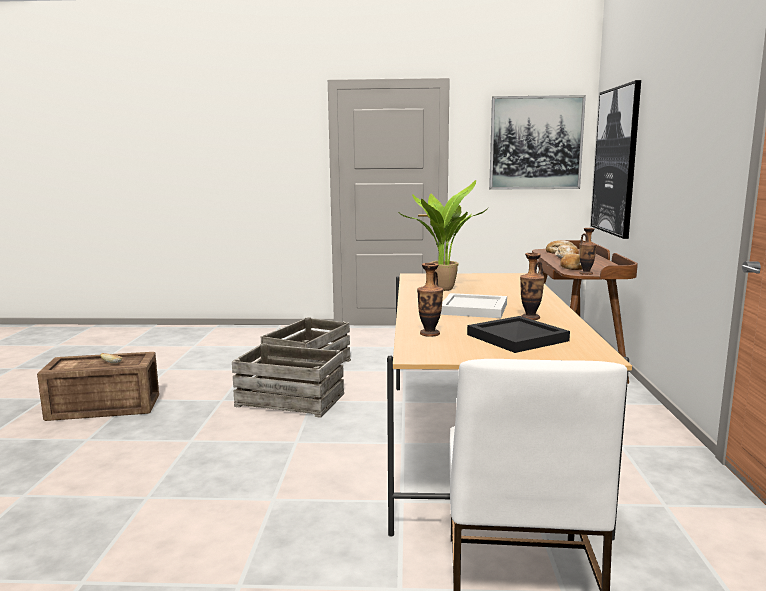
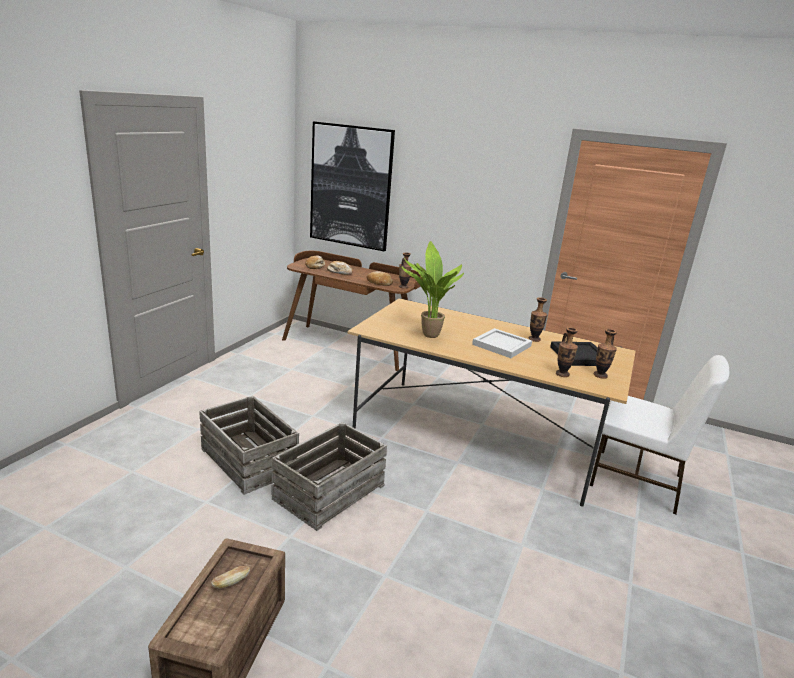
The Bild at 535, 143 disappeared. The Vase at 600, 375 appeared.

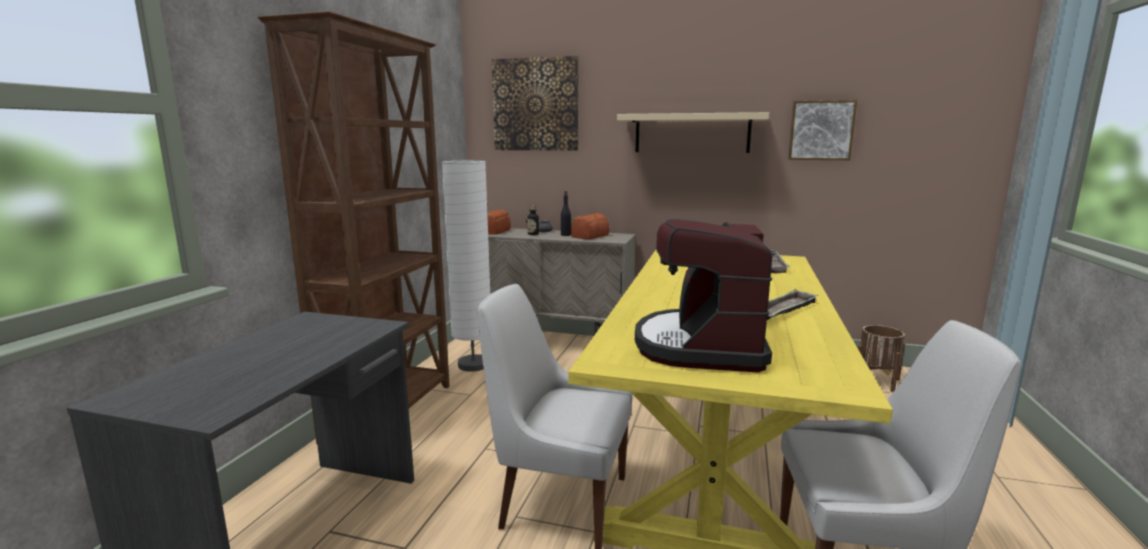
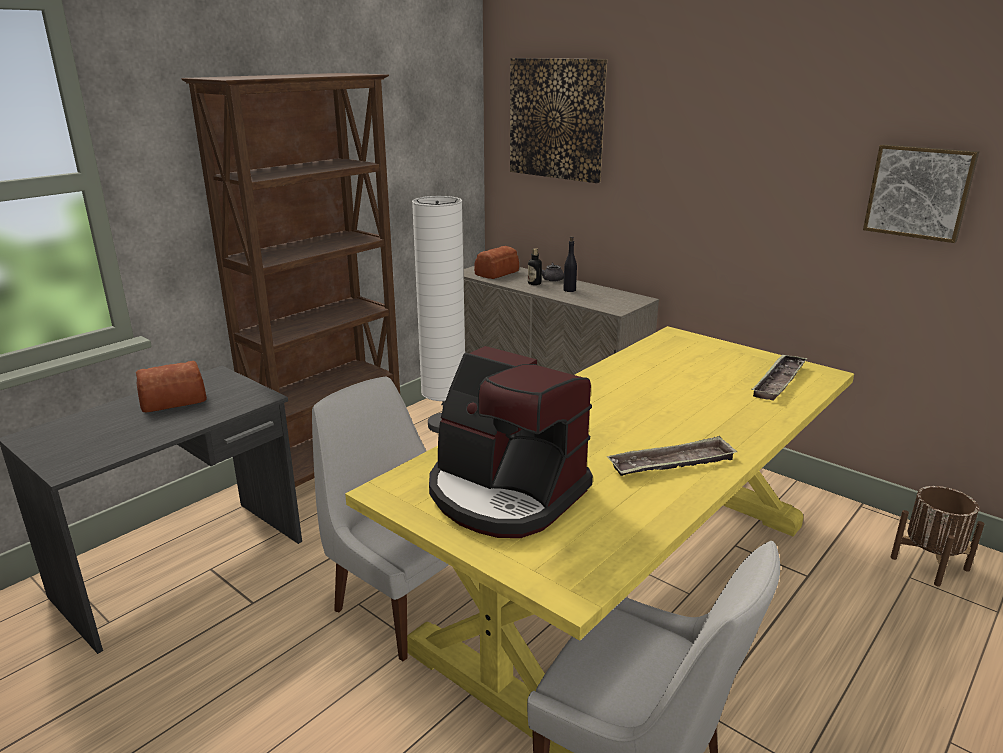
The Wandregal/beige at 692, 133 disappeared. The Brot moved from 589, 236 to 171, 400. The Kaffeemaschine at 701, 346 turned 90 degrees counterclockwise.

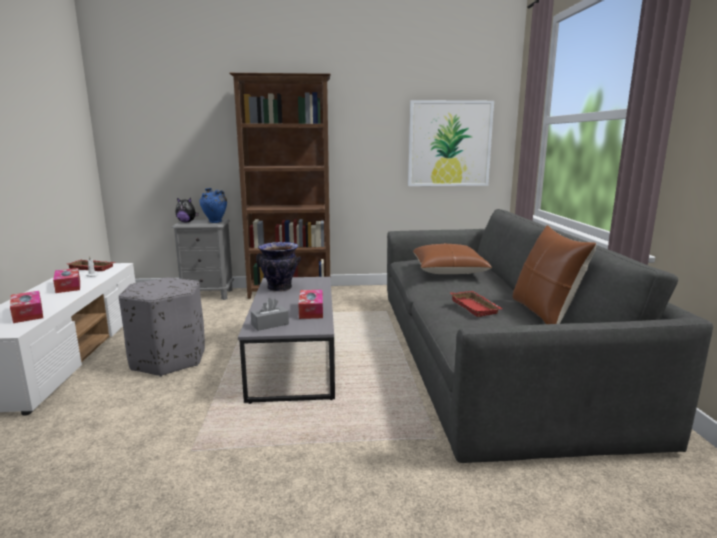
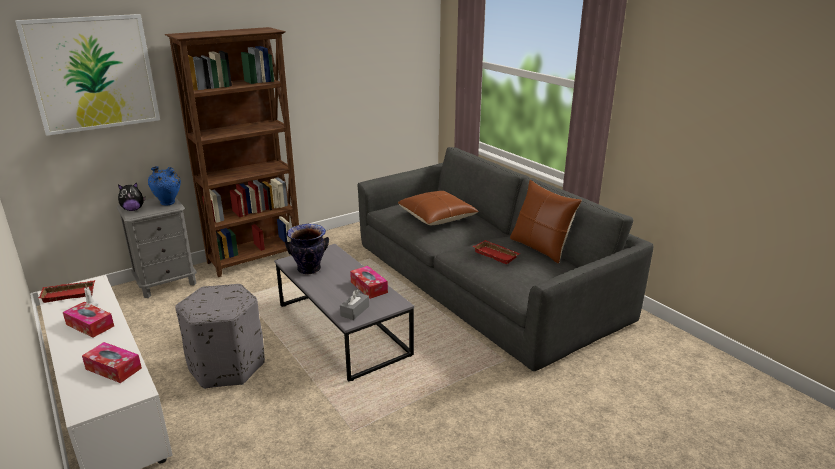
The Bild moved from 449, 144 to 93, 73.

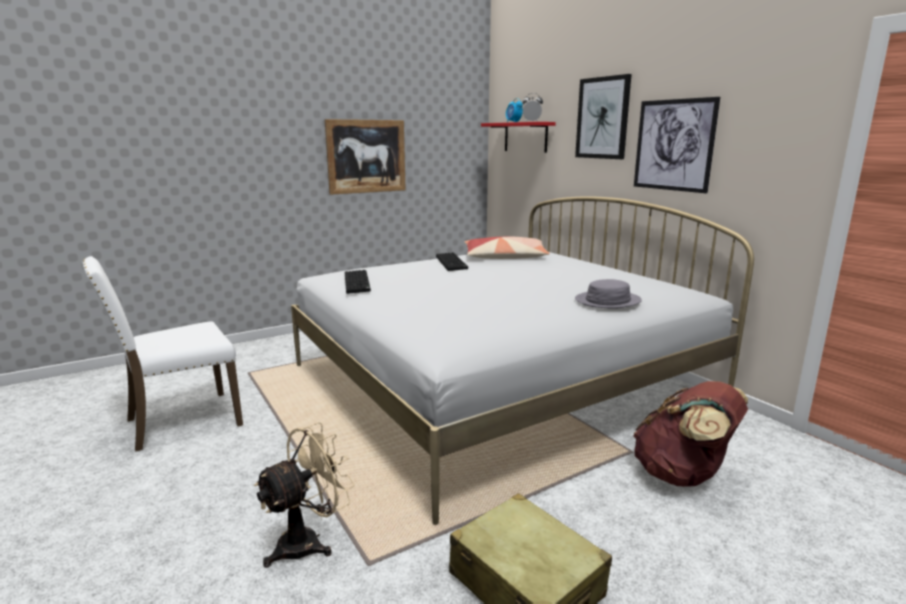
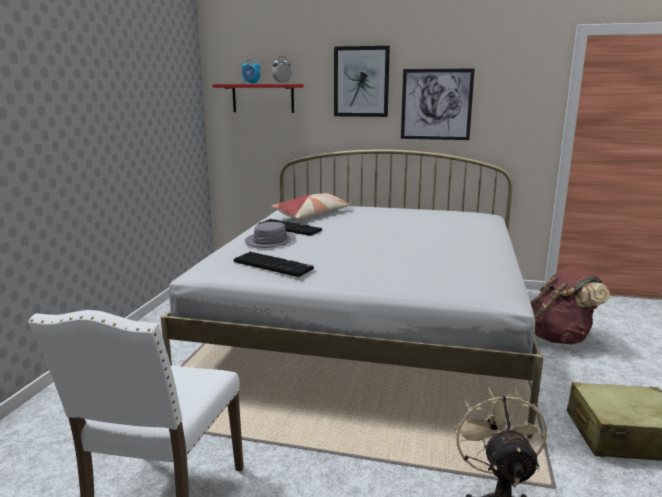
The Bild at 366, 156 disappeared. The Hut/grau moved from 608, 301 to 270, 240.

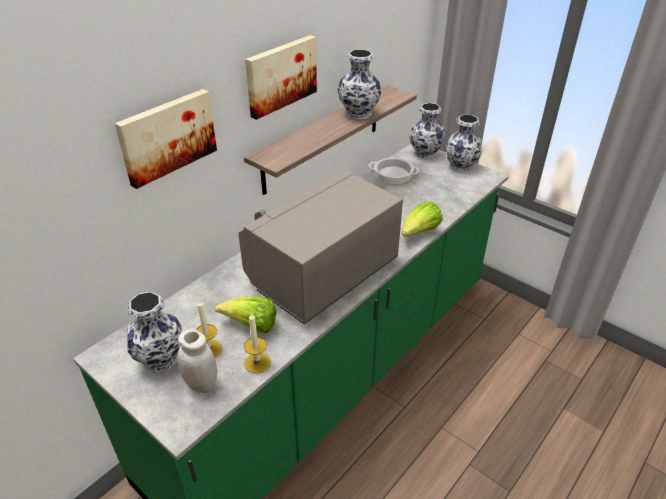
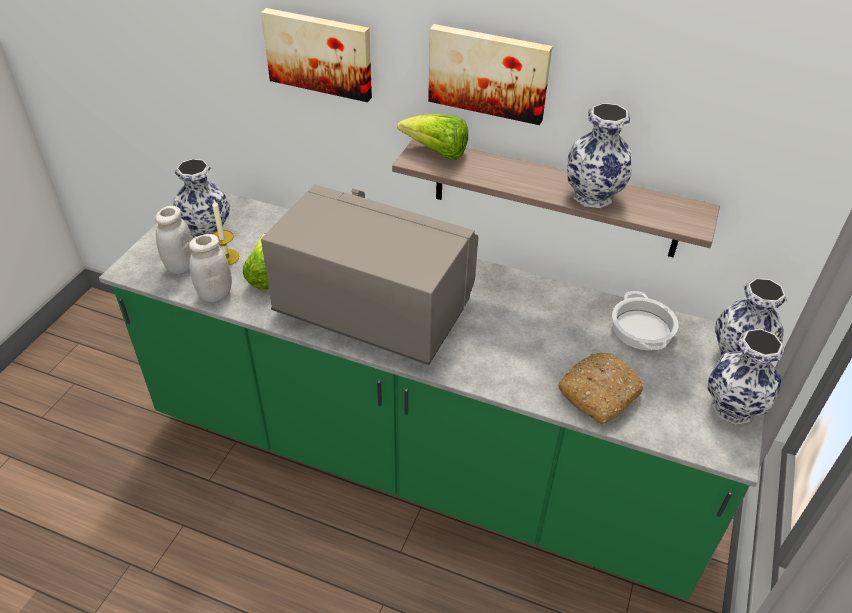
The Brot at 599, 393 appeared. The Salatkopf moved from 420, 232 to 437, 153. The Kerze at 257, 363 was replaced by the Vorratsglas/weiß at 215, 294.

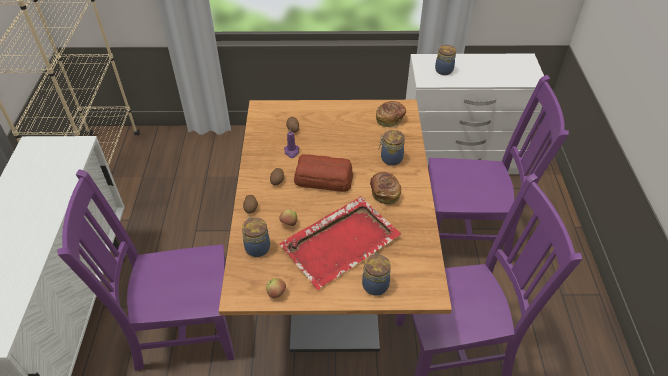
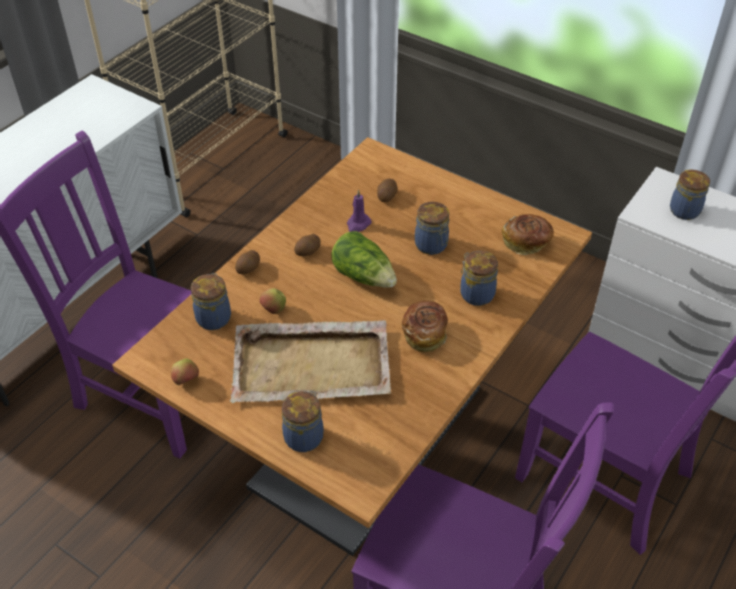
The Vorratsglas at 432, 246 appeared. The Brot at 322, 178 was replaced by the Salatkopf at 364, 276. The Tablett/rot at 341, 242 became the Tablett/beige at 313, 365.

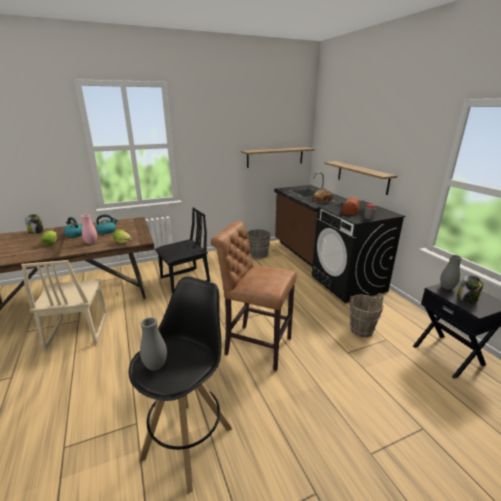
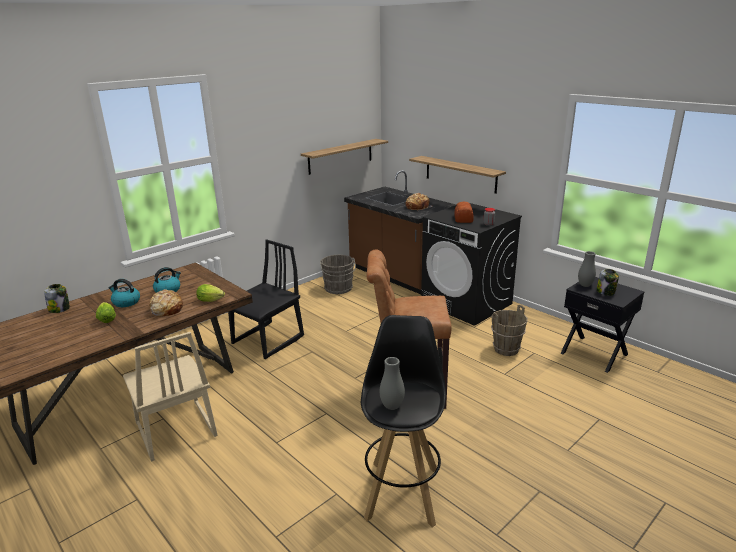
The Vase/rosa at 91, 243 was replaced by the Brot at 166, 309.

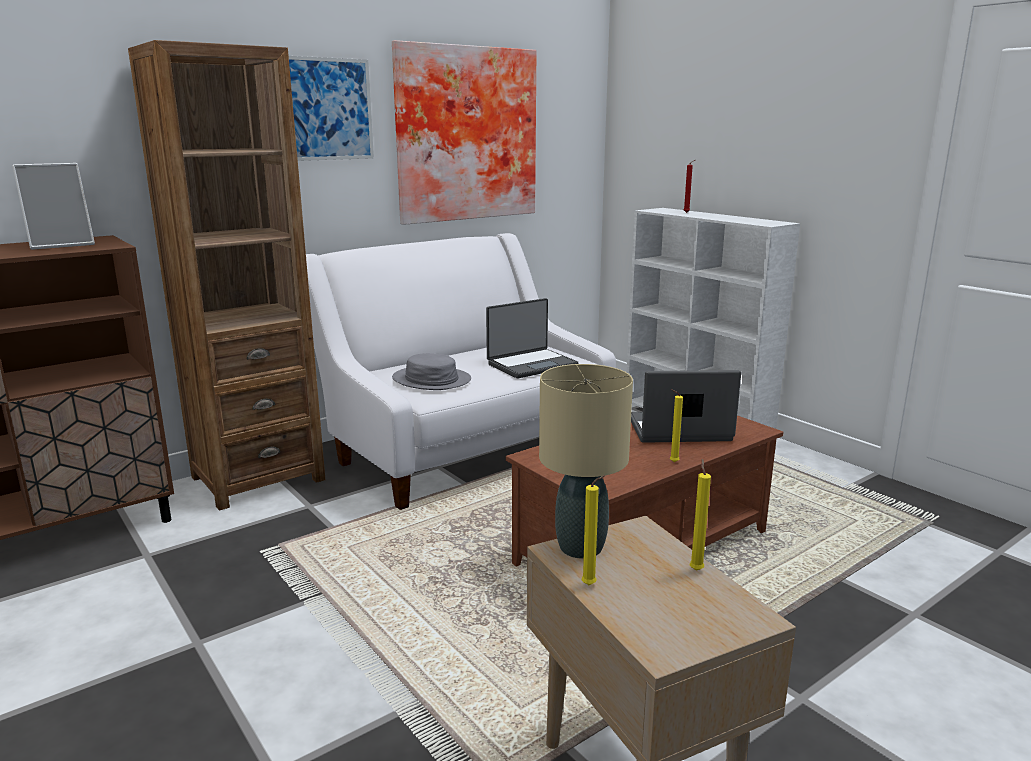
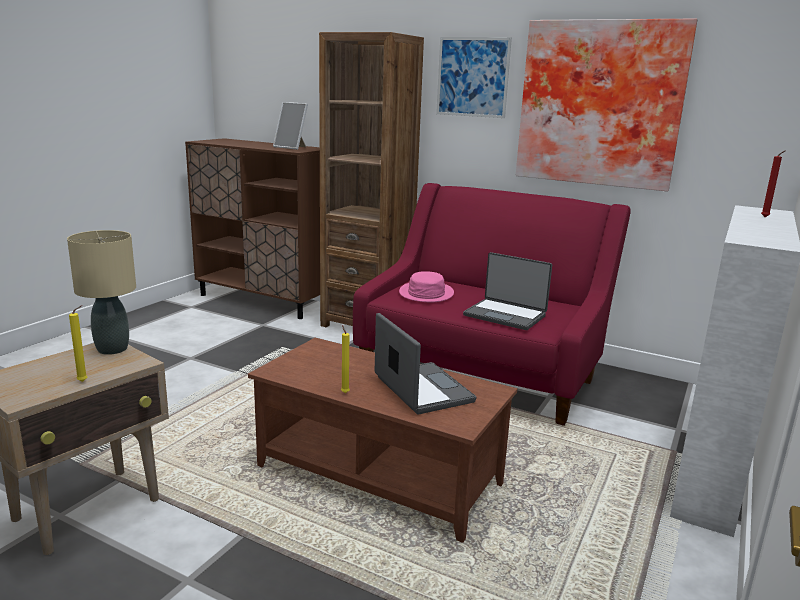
The Kerze/gelb at 591, 585 disappeared. The Sofa/weiß at 464, 448 became the Sofa/rot at 481, 371. The Hut/grau at 431, 380 became the Hut/rosa at 426, 293.

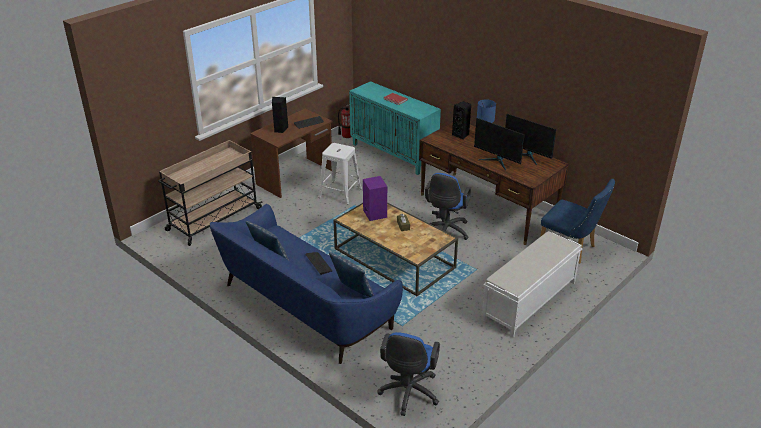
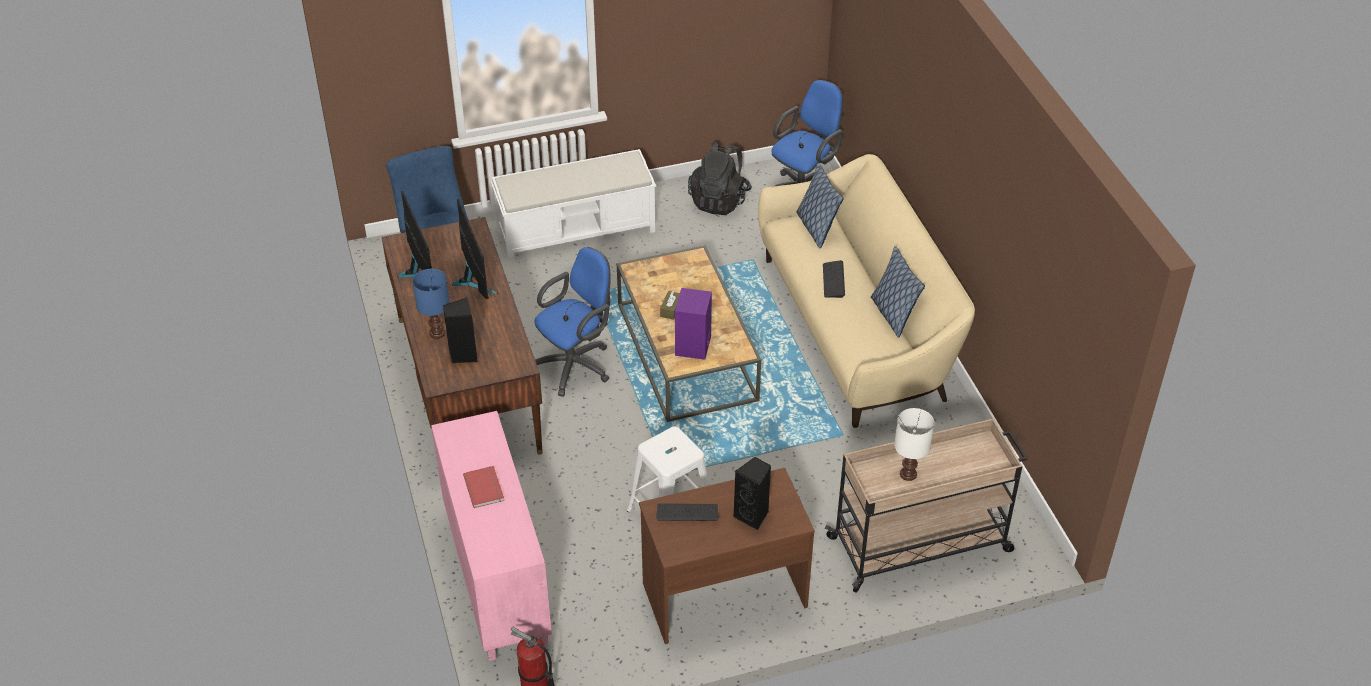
The Rucksack/schwarz at 719, 200 appeared. The Tischlampe/weiß at 908, 474 appeared. The Sofa/blau at 304, 306 became the Sofa/beige at 856, 329. The Schrank/türkis at 394, 154 became the Schrank/rosa at 495, 577.

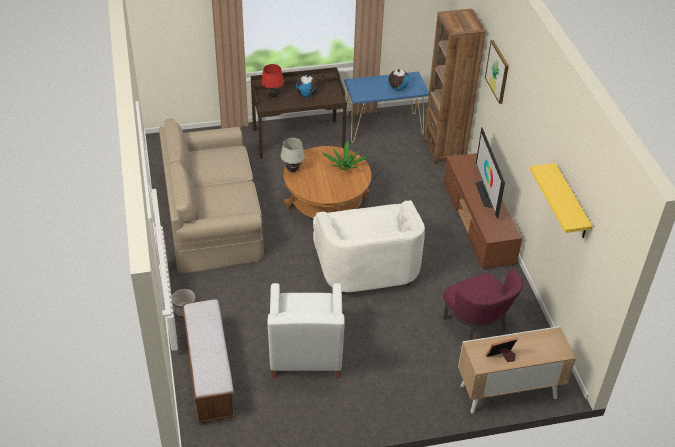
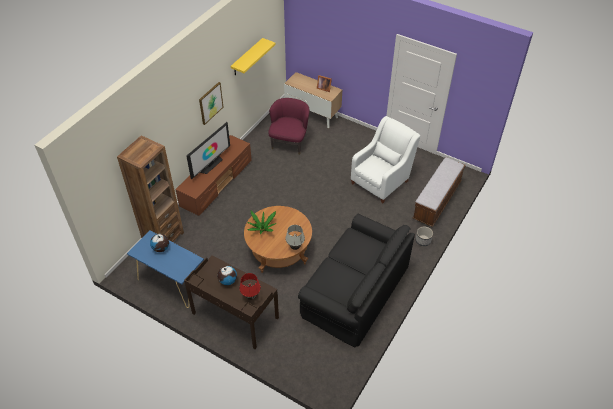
The Sessel/weiß at 367, 266 disappeared. The Bild moved from 497, 71 to 210, 103. The Sofa/beige at 213, 217 became the Sofa/schwarz at 354, 290.

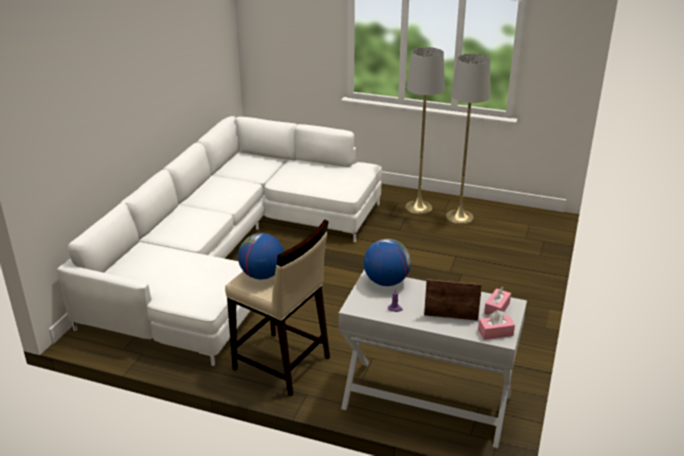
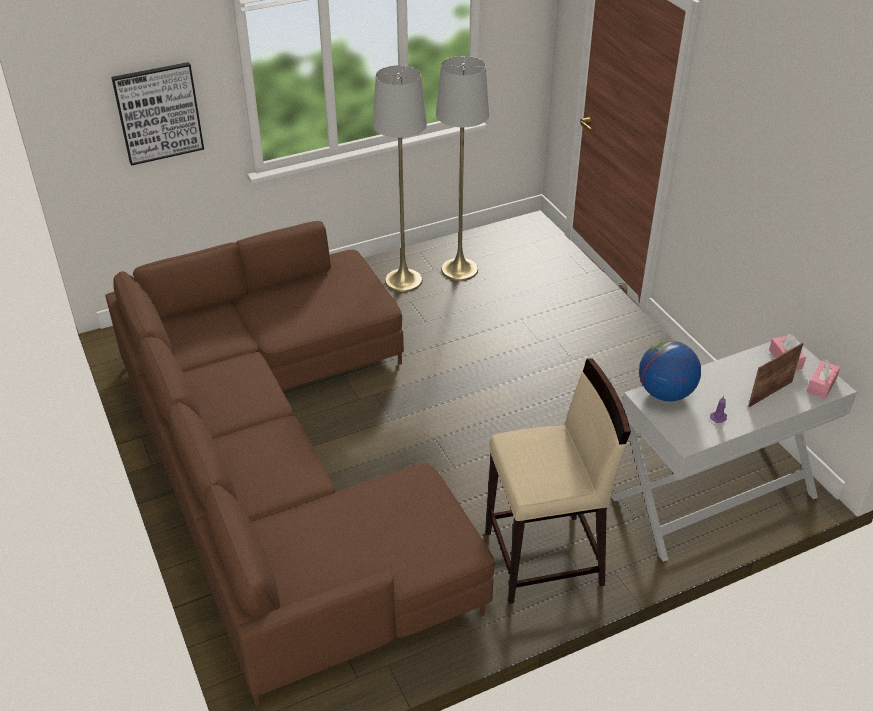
The Globus at 262, 275 disappeared. The Bild at 158, 113 appeared. The Sofa/weiß at 232, 250 became the Sofa/braun at 282, 462.

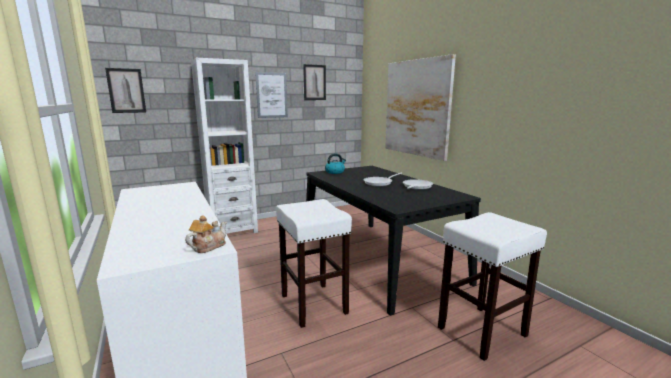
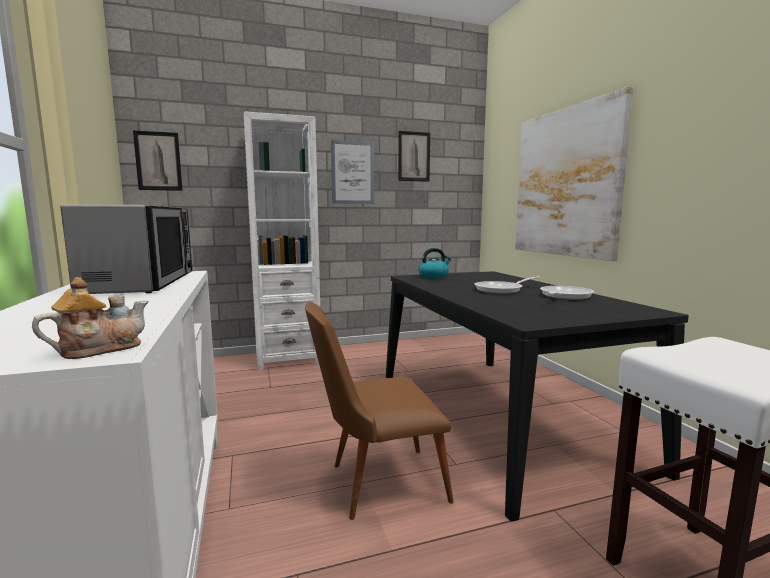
The Mikrowelle at 143, 283 appeared. The Hocker/weiß at 313, 303 was replaced by the Stuhl/braun at 376, 483.

